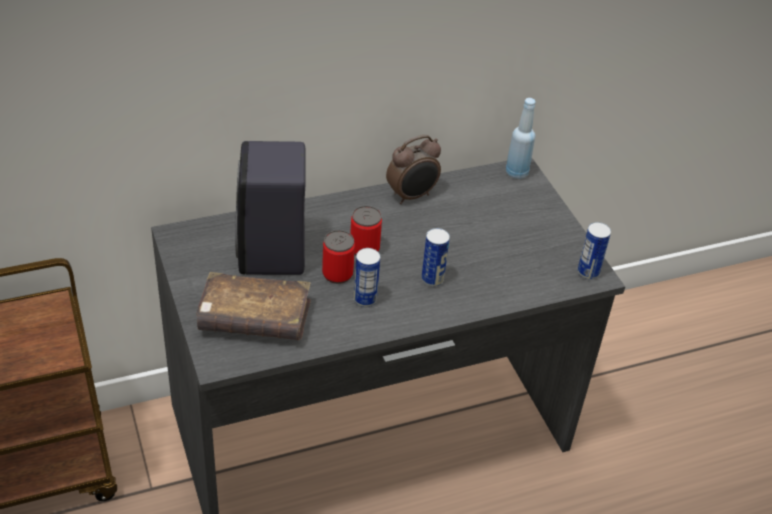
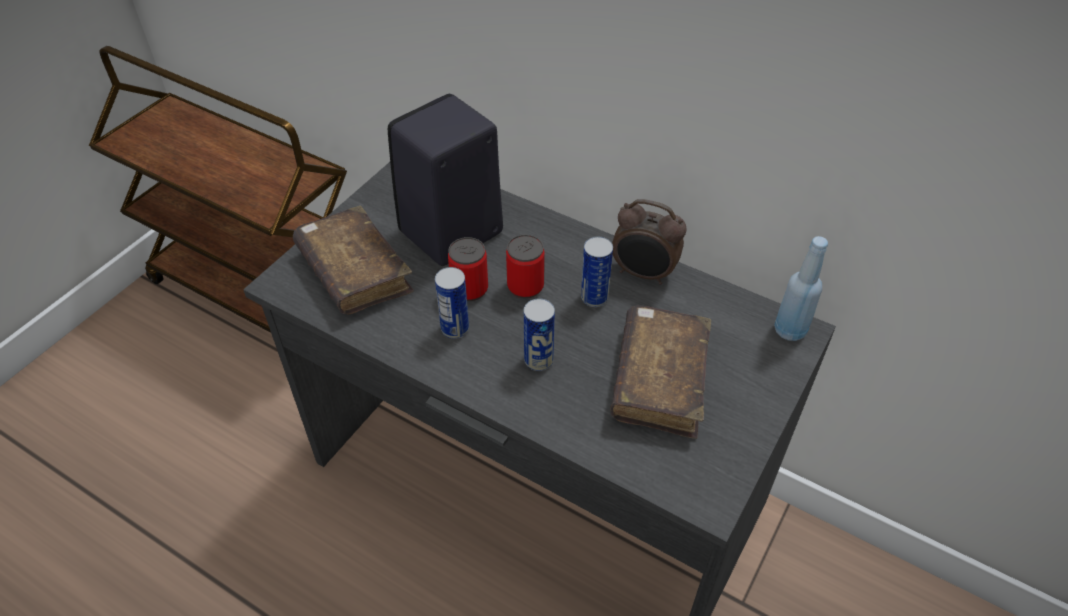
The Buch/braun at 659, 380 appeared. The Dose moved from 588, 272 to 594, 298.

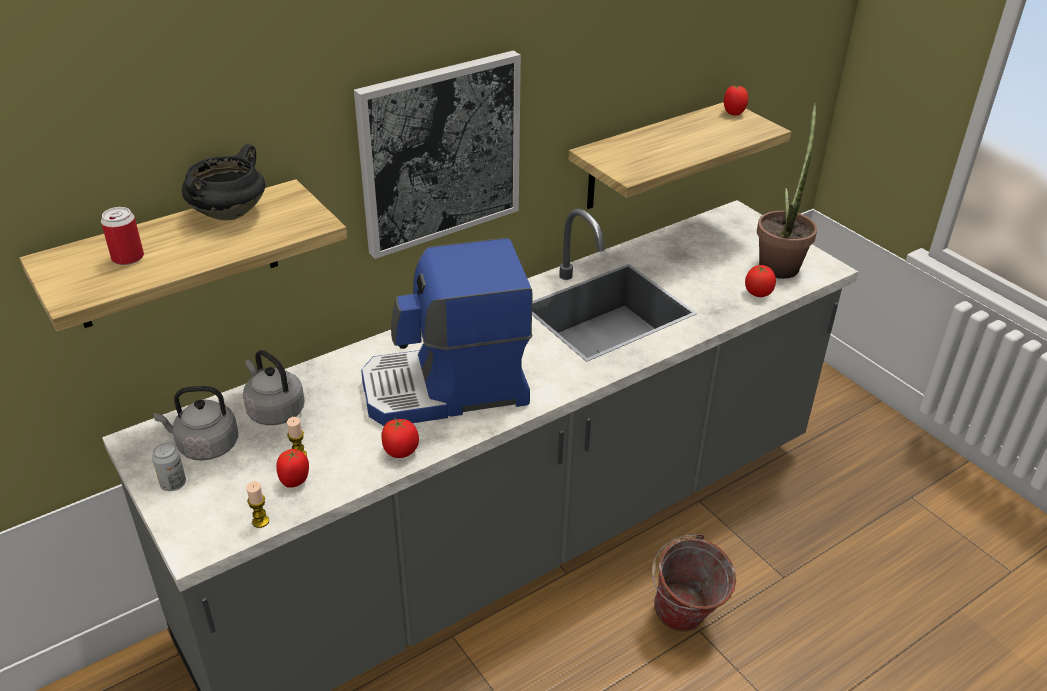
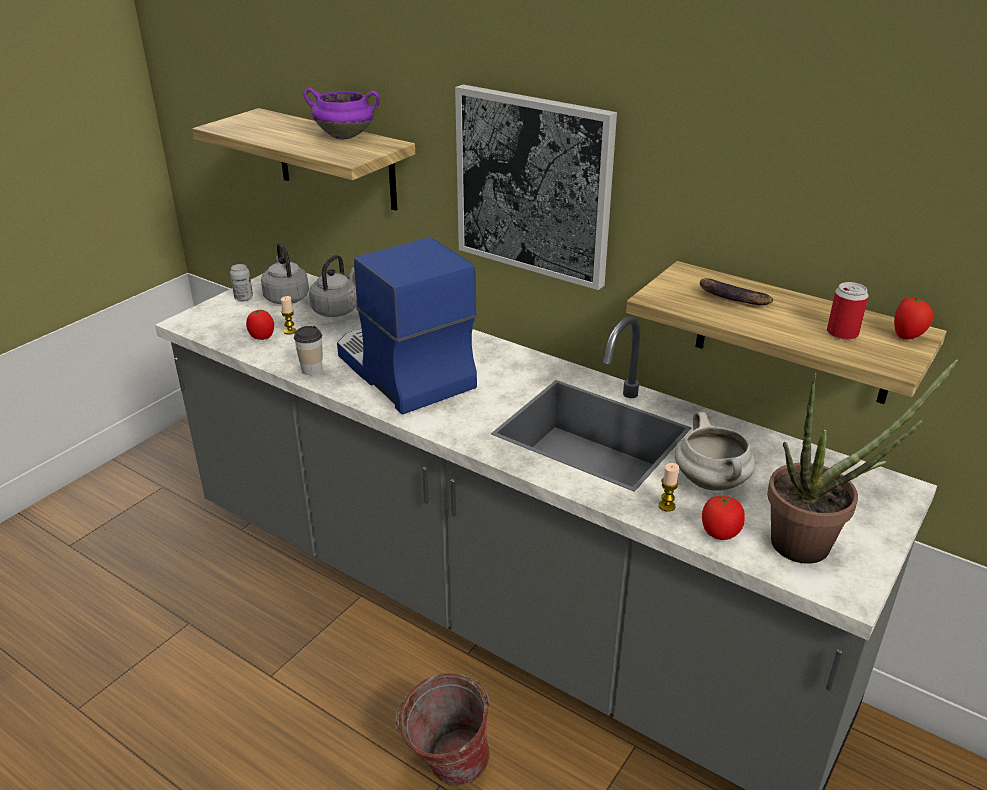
The Kochtopf/weiß at 712, 482 appeared. The Banane at 730, 298 appeared. The Dose moved from 128, 258 to 842, 333. The Kerze moved from 260, 521 to 666, 506. The Tomate at 401, 451 was replaced by the Tasse at 312, 369. The Kochtopf/schwarz at 229, 213 became the Kochtopf/lila at 346, 136.

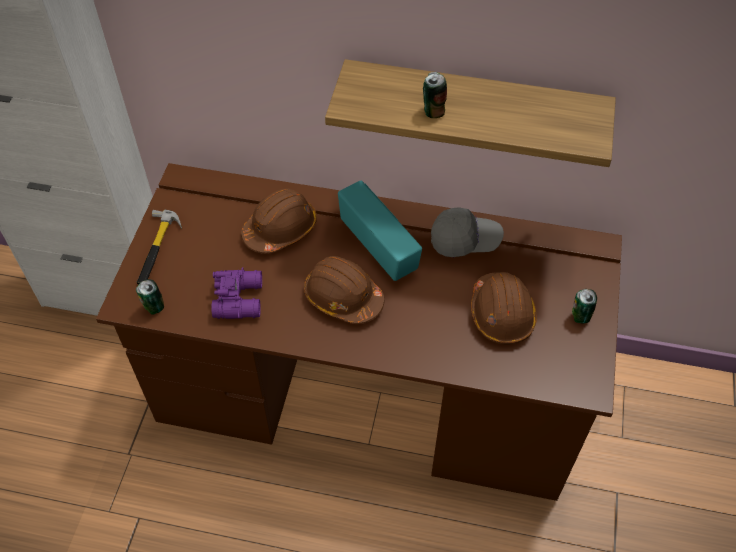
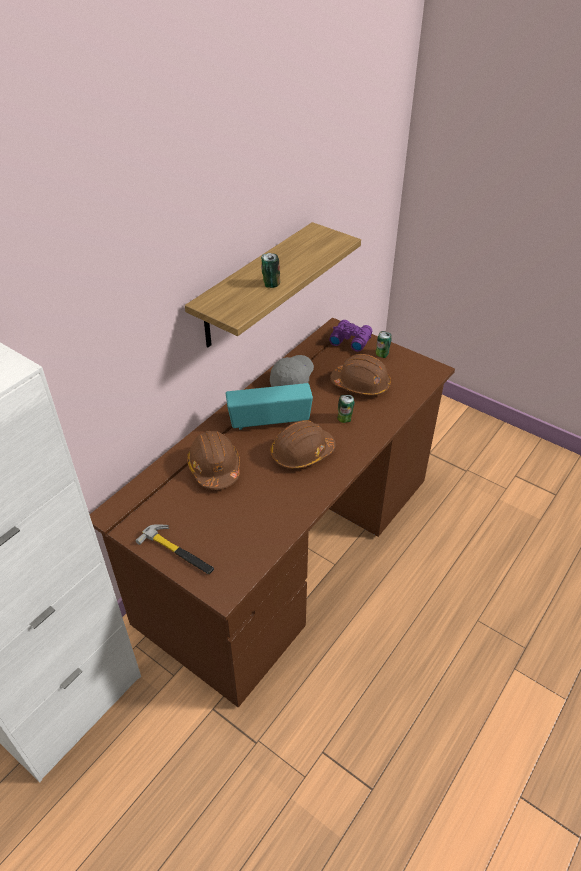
The Dose moved from 154, 307 to 344, 419. The Fernglas/lila moved from 240, 298 to 350, 340.

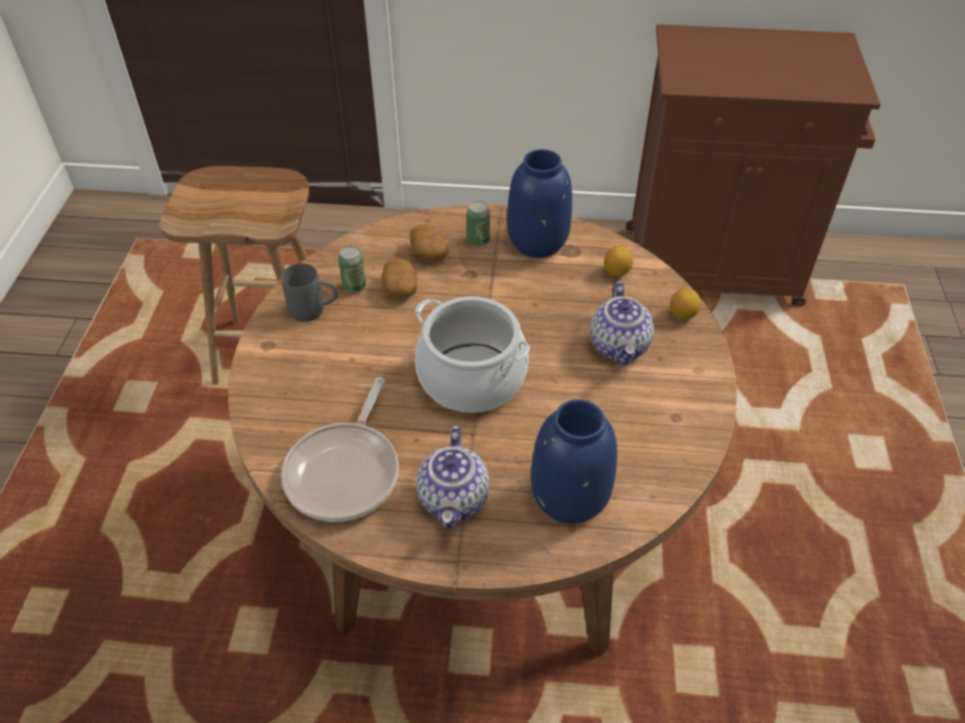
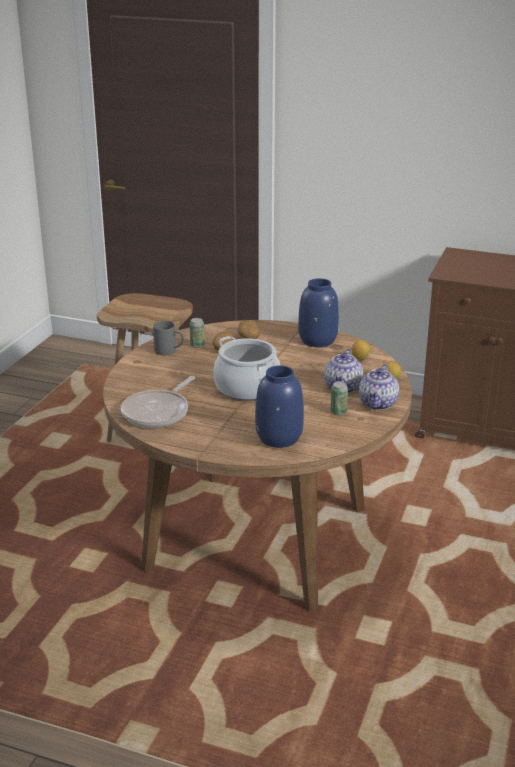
The Teekanne moved from 454, 499 to 378, 404. The Dose moved from 478, 240 to 338, 412.

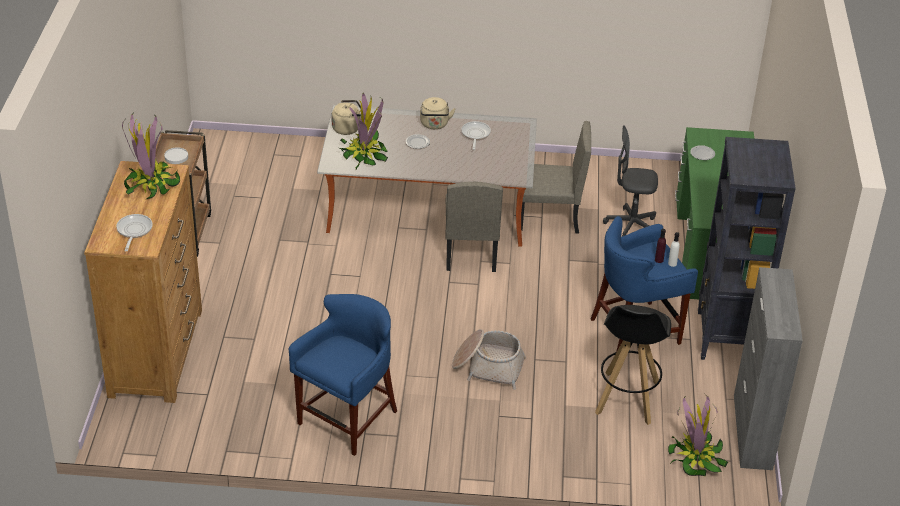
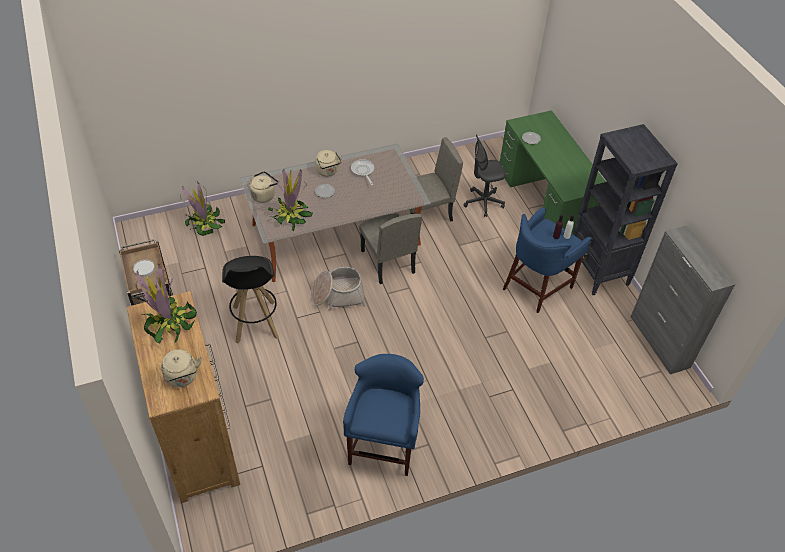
The Korb moved from 487, 367 to 338, 295. The Hocker/schwarz moved from 627, 398 to 255, 322. The Topfpflanze moved from 695, 457 to 204, 223. The Pfanne at 134, 231 was replaced by the Wasserkessel/beige at 182, 378.

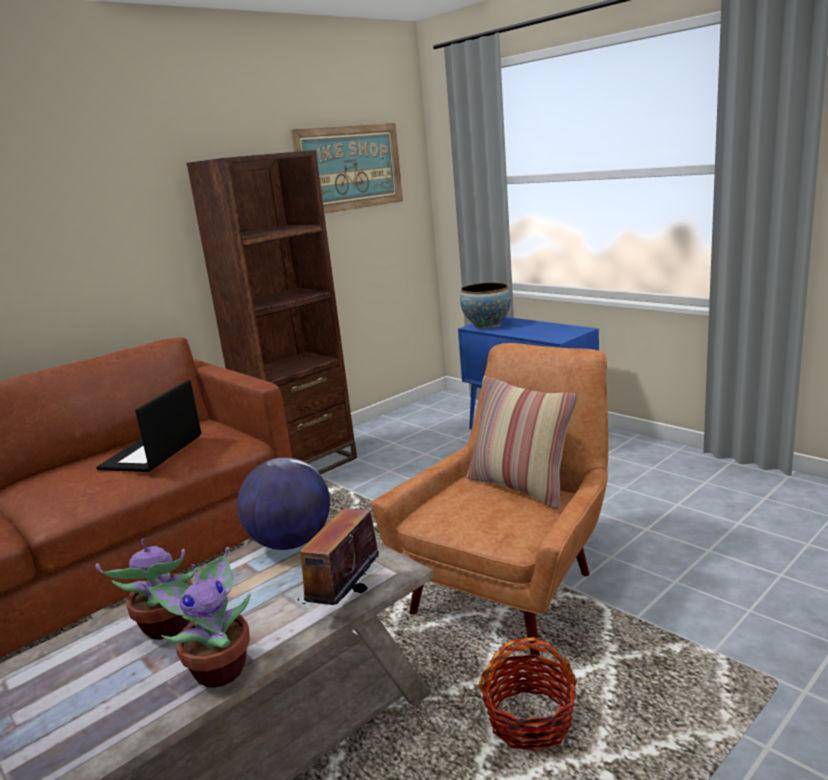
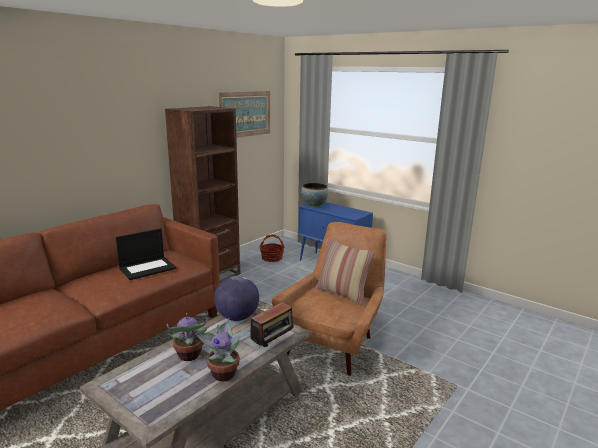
The Korb moved from 530, 721 to 272, 258. The Laptop at 152, 453 turned 135 degrees counterclockwise. The Radio at 345, 601 turned 150 degrees counterclockwise.

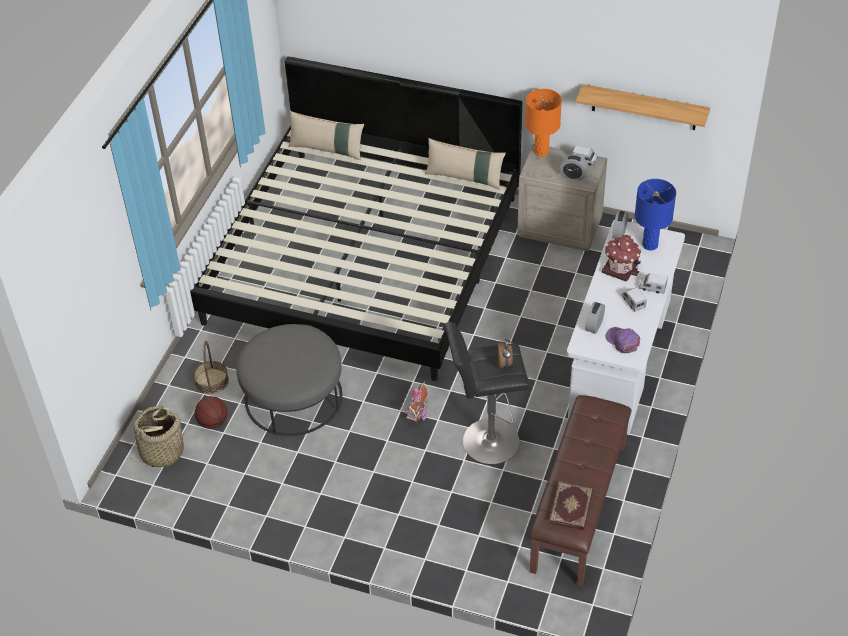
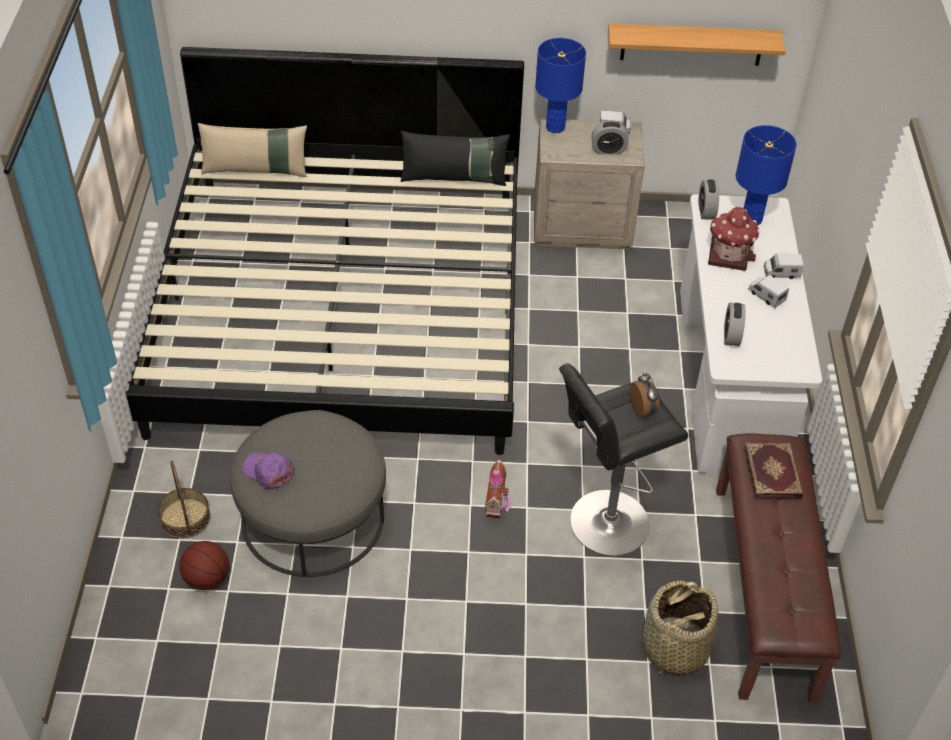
The Korb moved from 161, 452 to 673, 648. The Buch moved from 572, 507 to 773, 472. The Kappe/lila moved from 622, 341 to 268, 472. The Kissen/beige at 465, 177 became the Kissen/schwarz at 454, 178. The Tischlampe/orange at 541, 152 became the Tischlampe/blau at 555, 127.

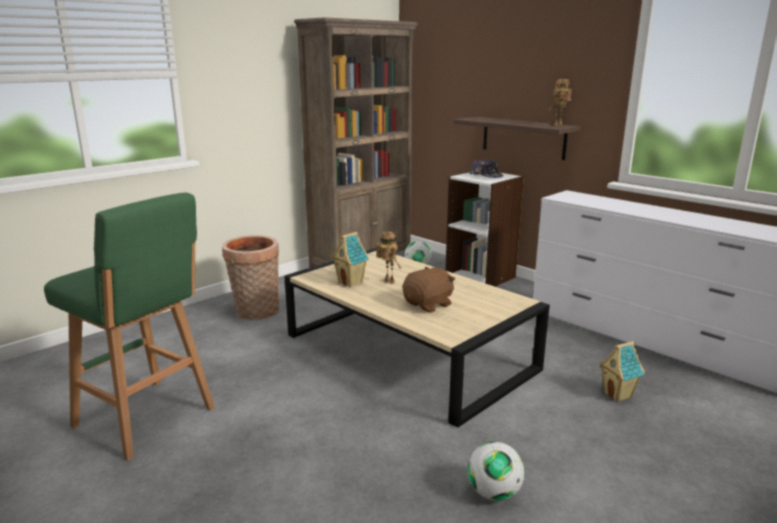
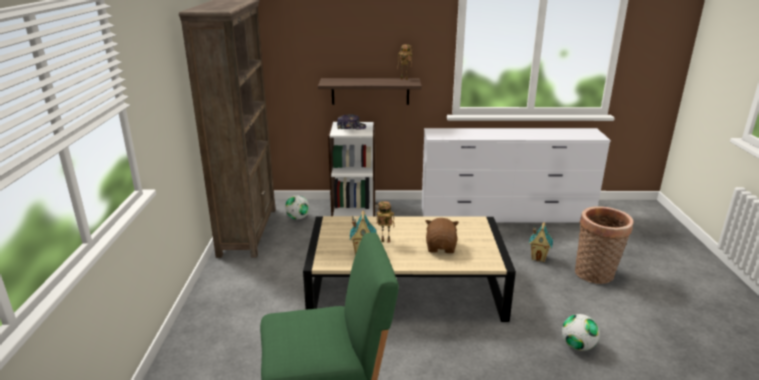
The Korb moved from 256, 313 to 596, 275.

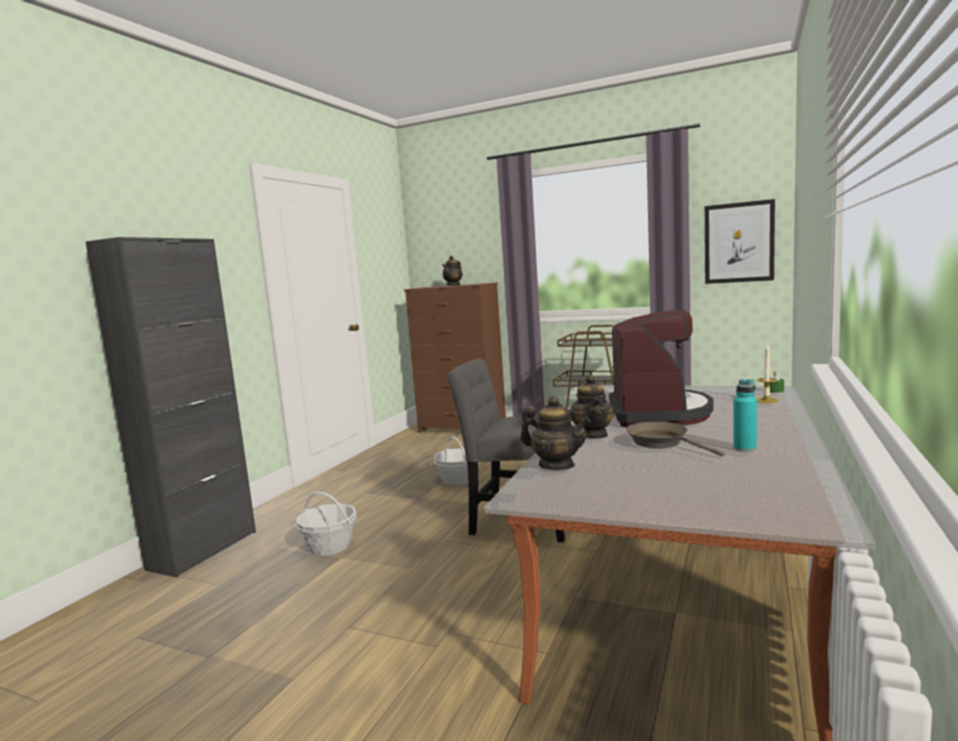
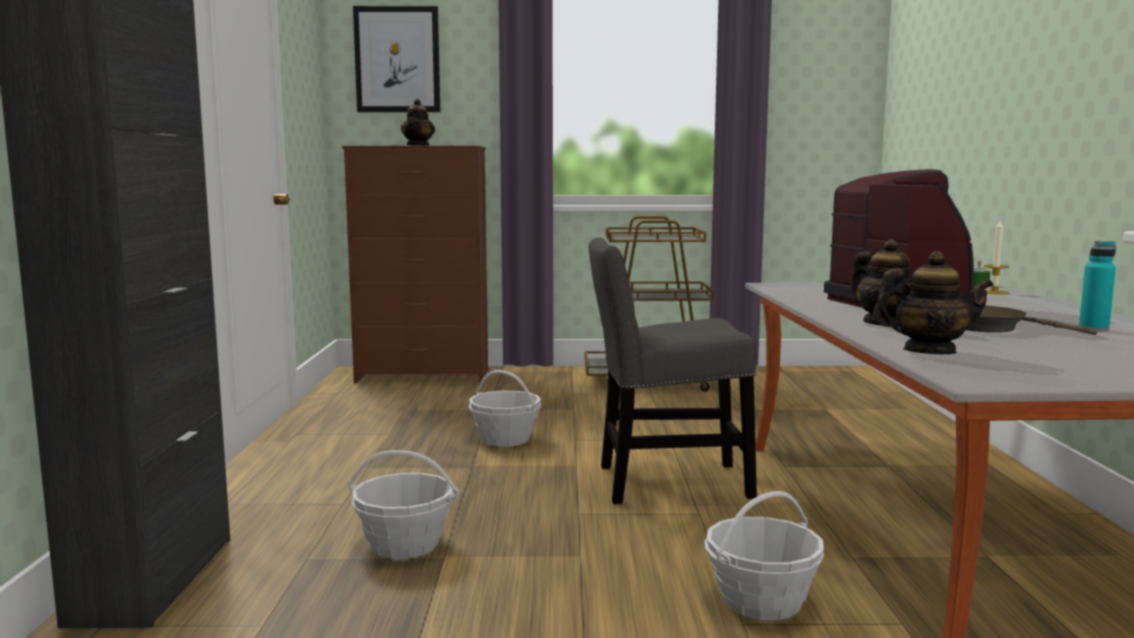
The Korb at 761, 601 appeared. The Bild moved from 739, 242 to 397, 60.

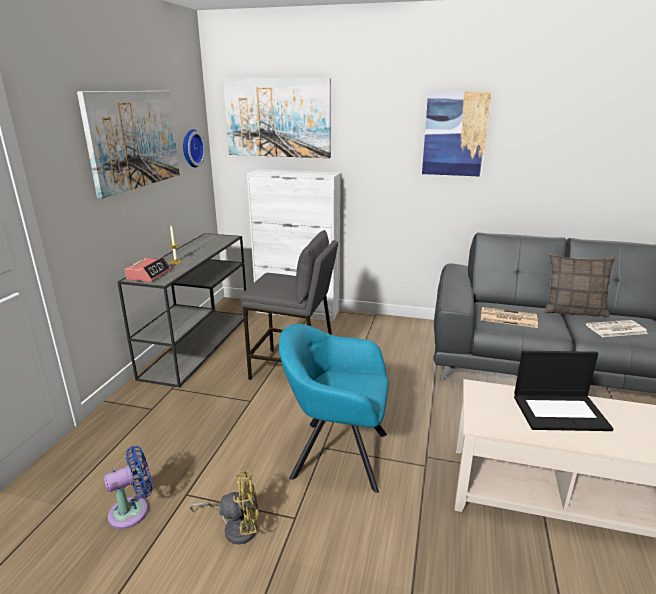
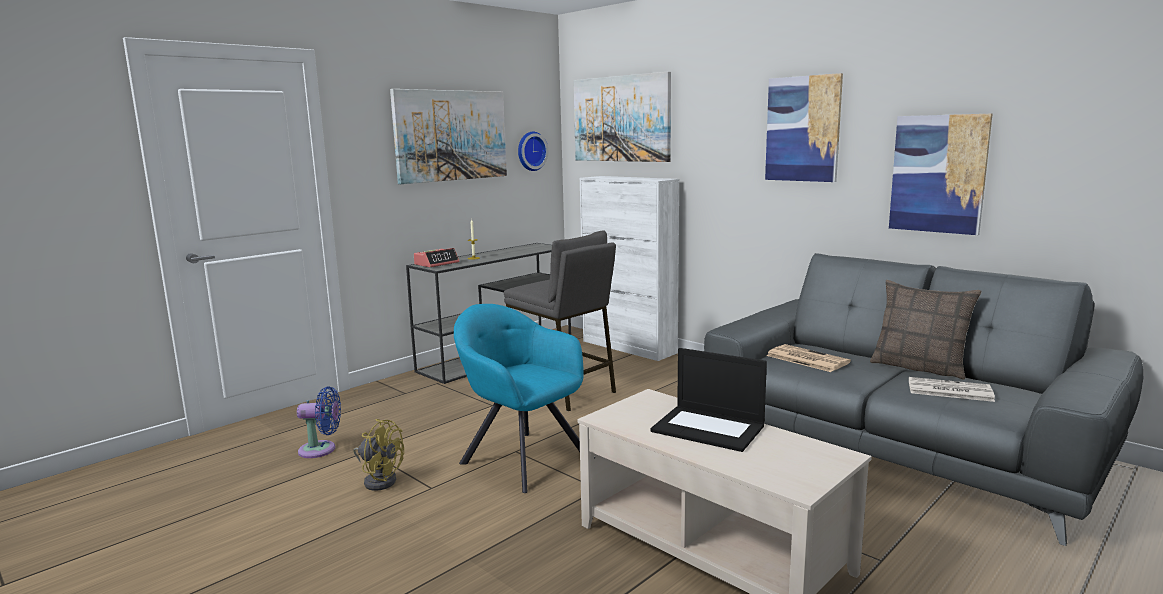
The Bild at 938, 174 appeared.

